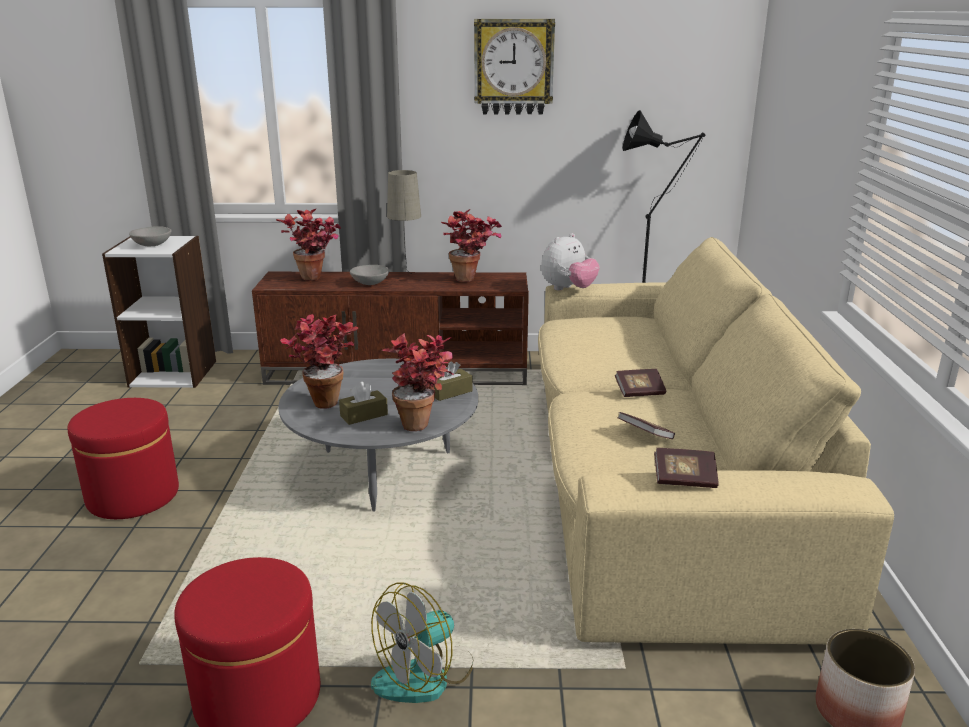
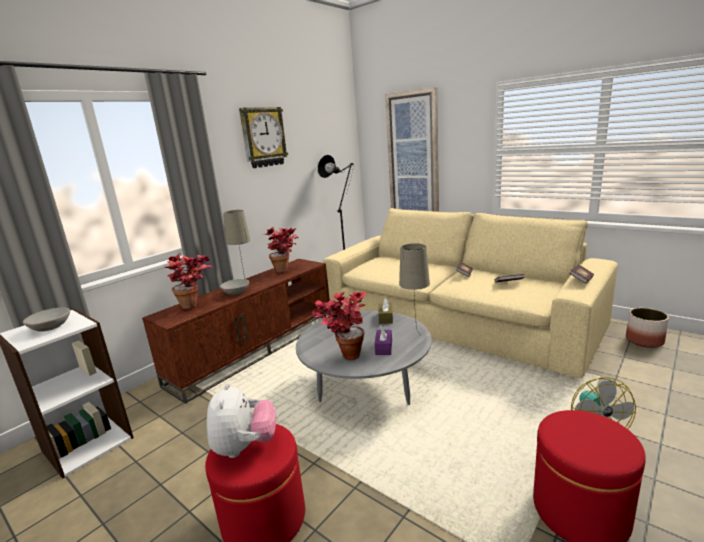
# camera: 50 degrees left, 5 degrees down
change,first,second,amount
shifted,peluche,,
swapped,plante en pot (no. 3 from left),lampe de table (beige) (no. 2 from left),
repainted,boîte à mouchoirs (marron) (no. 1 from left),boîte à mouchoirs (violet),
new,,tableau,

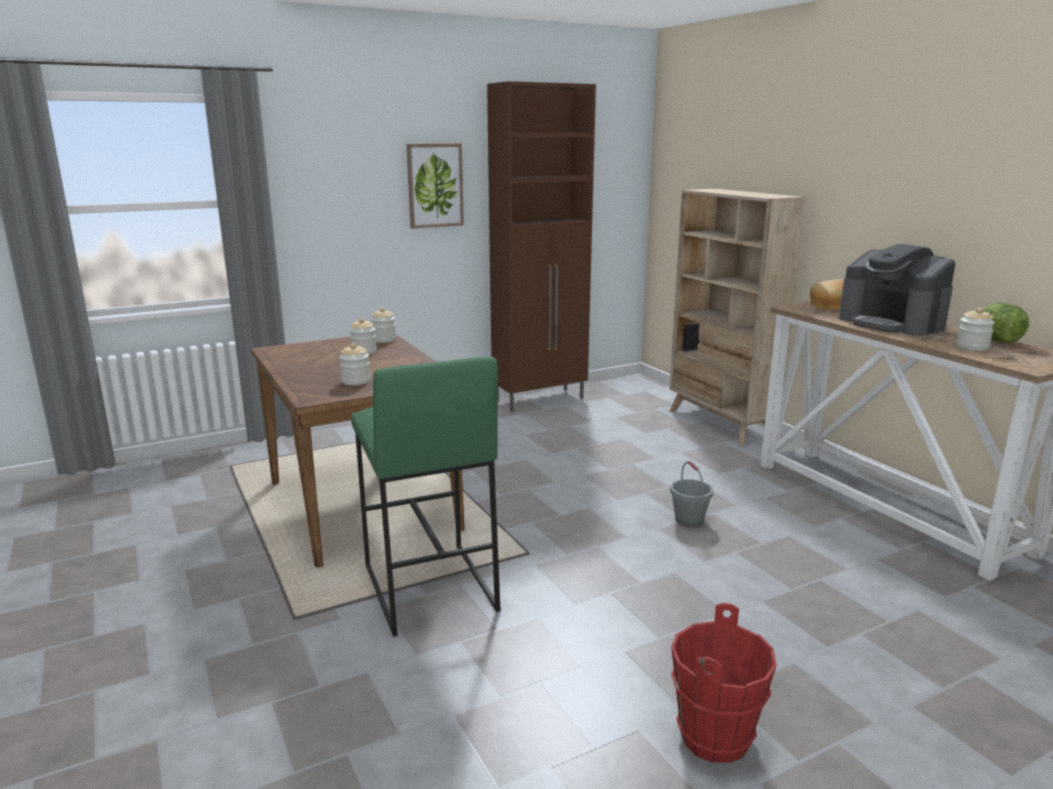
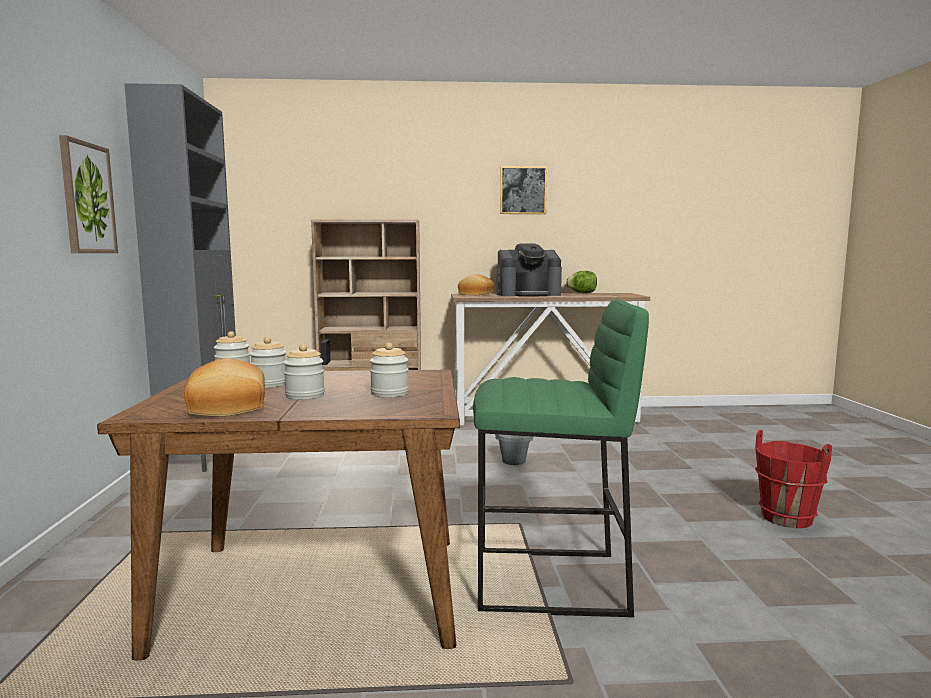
# camera: 65 degrees left, 10 degrees down
change,first,second,amount
repainted,meuble de rangement (marron),meuble de rangement (gris),
shifted,bocal (no. 4 from left in the first image),bocal (no. 3 from left),
new,,tableau (no. 2 from left),
new,,pain (no. 1 from left),

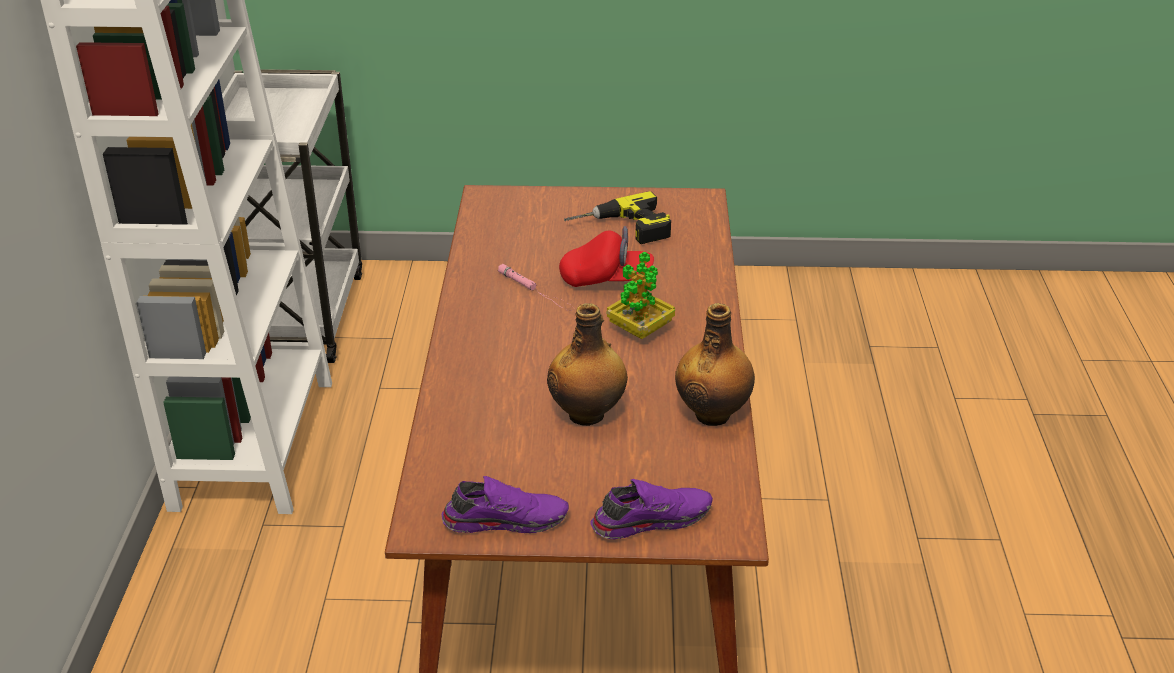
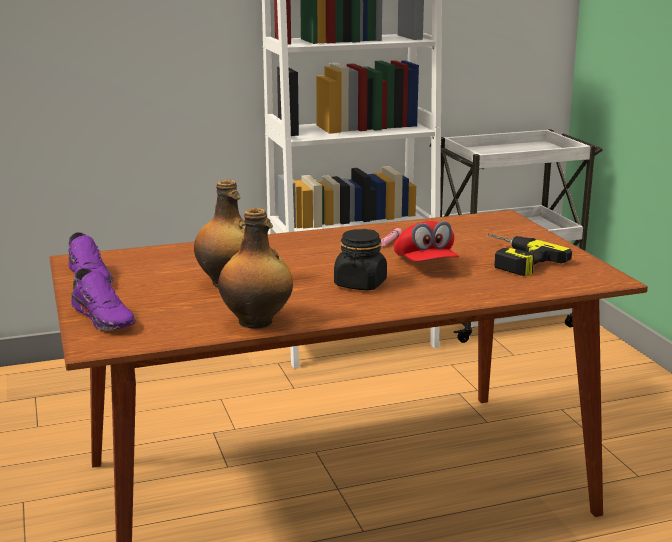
# camera: 70 degrees right, 15 degrees down
change,first,second,amount
swapped,plante en pot,bocal (noir),

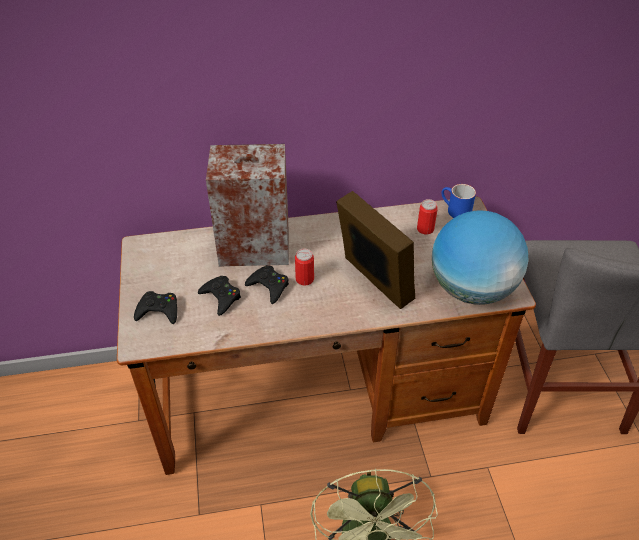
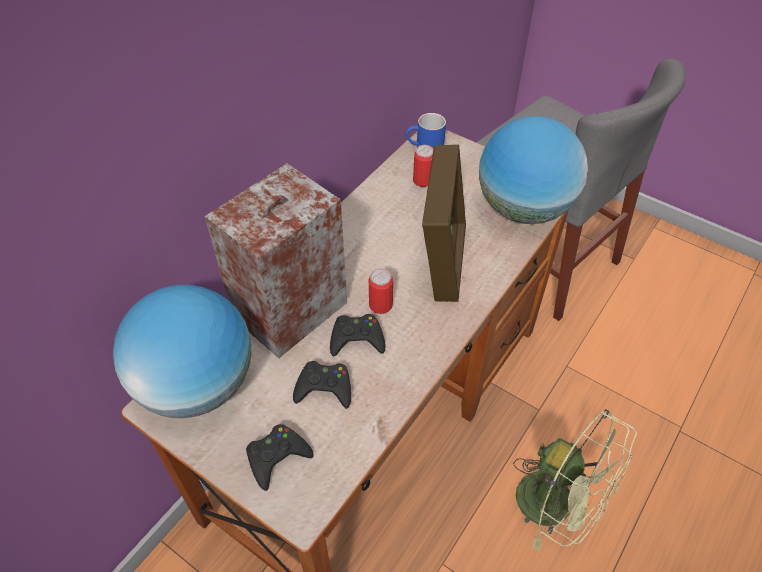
# camera: 45 degrees left, 5 degrees up
change,first,second,amount
rotated,cadre photo,,90 degrees clockwise
new,,globe (no. 1 from left),

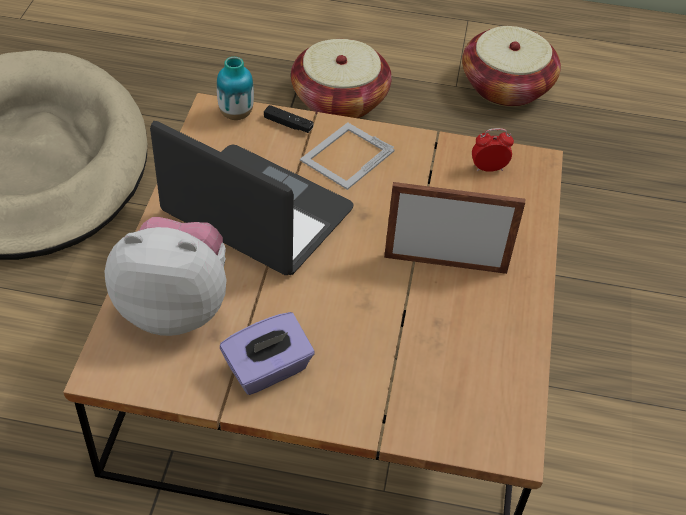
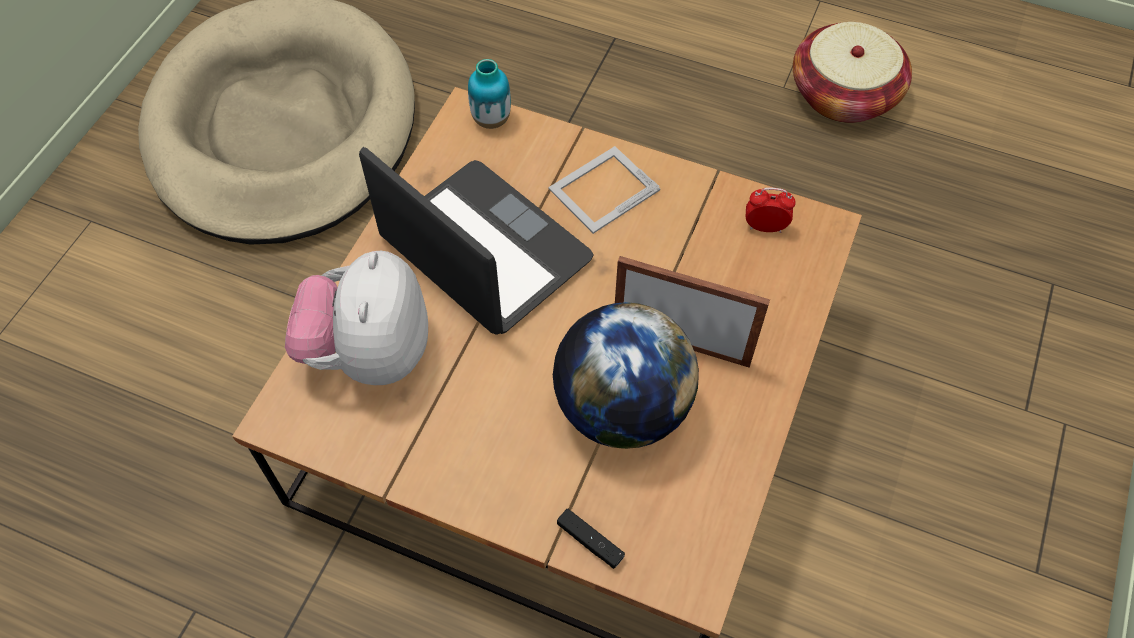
# camera: 15 degrees right, 10 degrees up
change,first,second,amount
gone,panier (no. 1 from left),,
shifted,manette (noir),,
rotated,peluche,,105 degrees counterclockwise
gone,boîte à mouchoirs (violet),,
new,,globe,

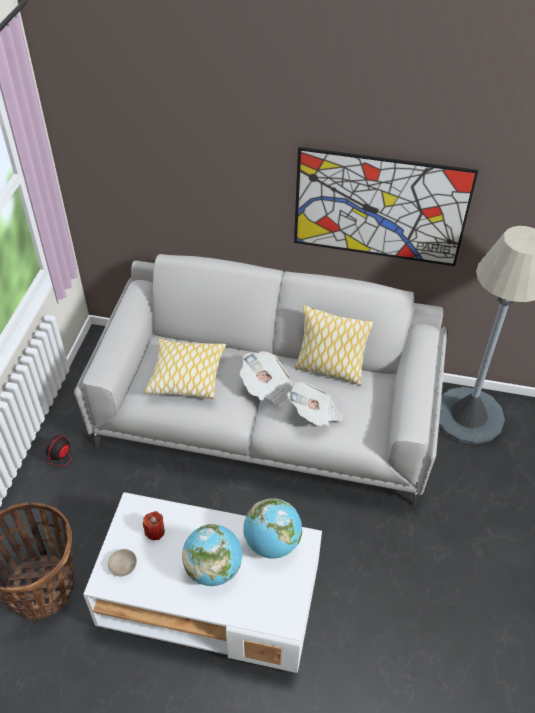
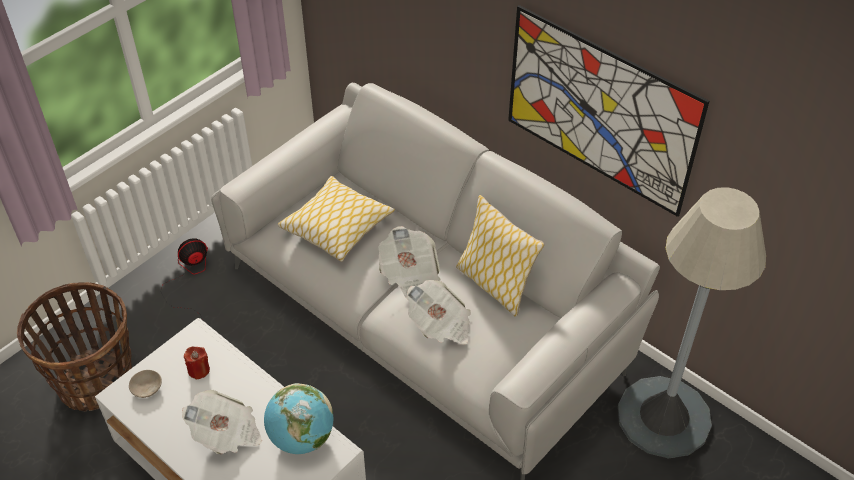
# camera: 30 degrees right, 0 degrees up
change,first,second,amount
swapped,globe (no. 1 from left),journal (no. 1 from left),

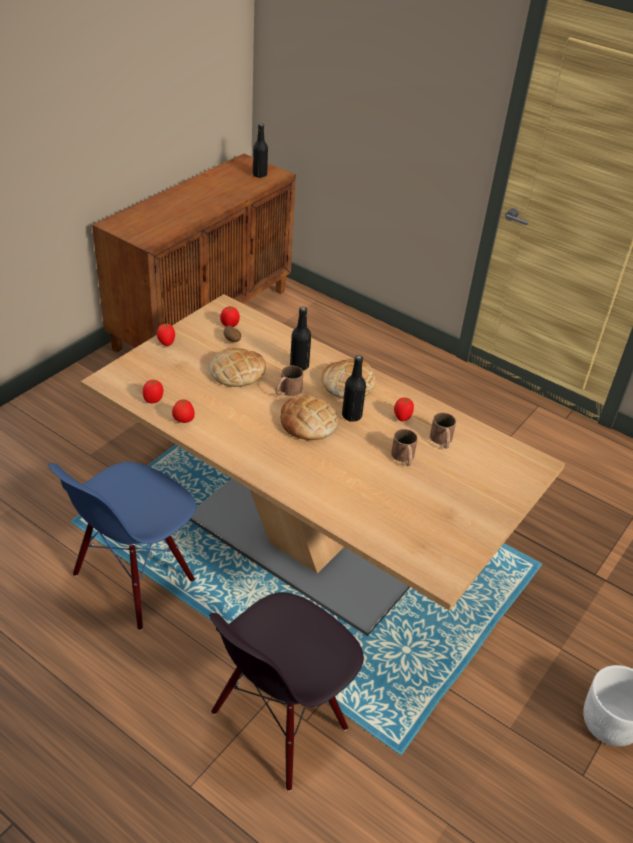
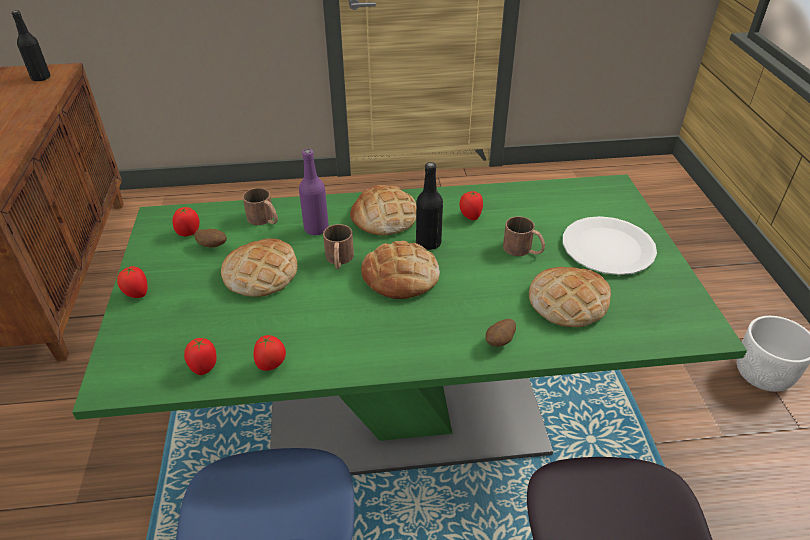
# camera: 40 degrees left, 0 degrees up
change,first,second,amount
repainted,table à manger (beige),table à manger (vert),
repainted,bouteille (noir) (no. 2 from left),bouteille (violet),
shifted,mug (marron) (no. 3 from left in the first image),mug (marron) (no. 1 from left),
new,,assiette (blanc),
new,,pain (no. 4 from left),
new,,pomme de terre (no. 2 from left),

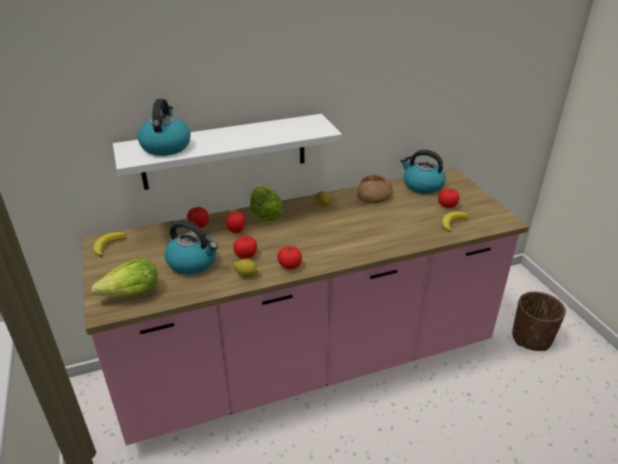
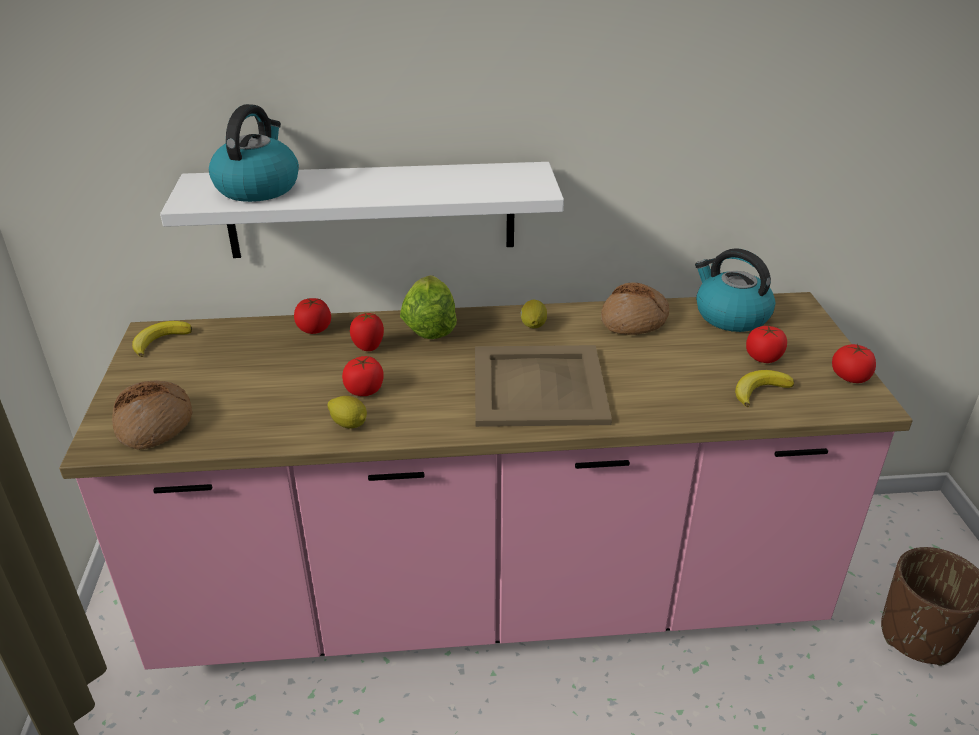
# camera: 15 degrees right, 0 degrees up
change,first,second,amount
gone,bouilloire (no. 2 from left),,
shifted,tomate (no. 4 from left in the first image),tomate (no. 5 from left),
swapped,laitue (no. 1 from left),pain (no. 1 from left),
new,,plateau (beige),

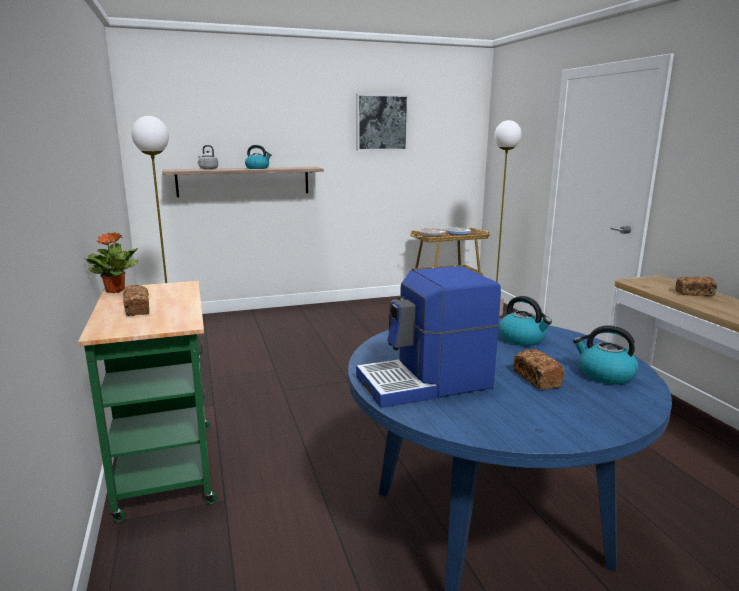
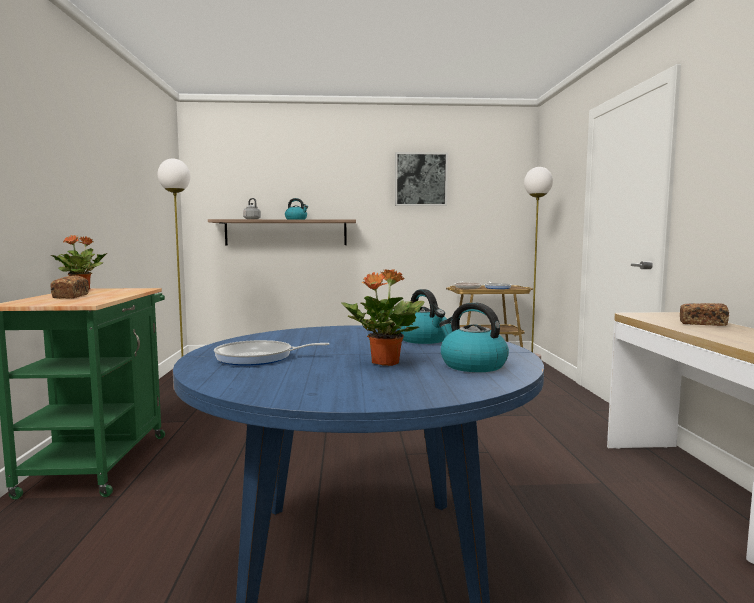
# camera: 15 degrees right, 10 degrees down
change,first,second,amount
swapped,machine à café,poêle (no. 1 from left),
swapped,pain (no. 2 from left),plante en pot (no. 2 from left),

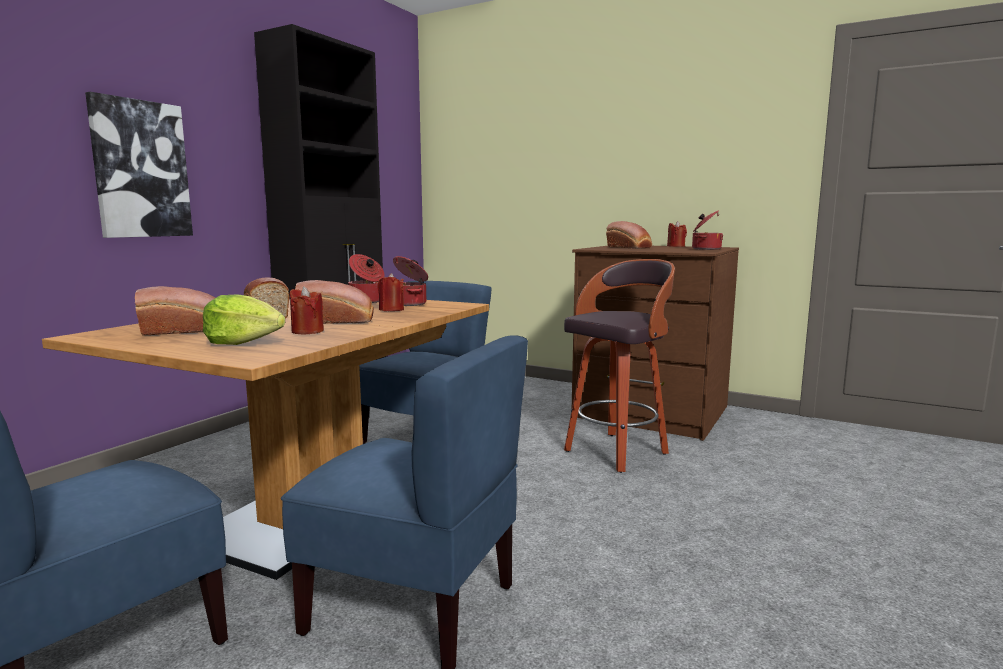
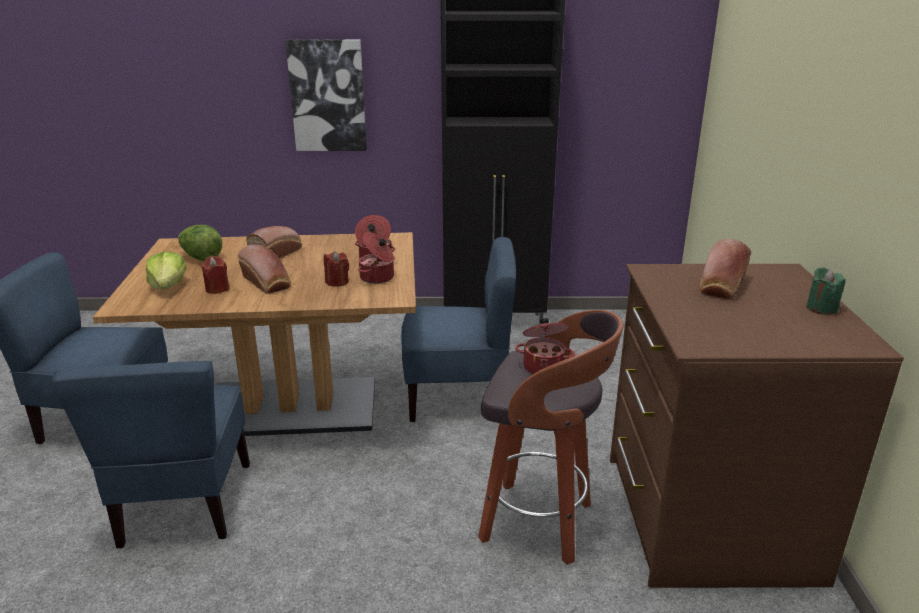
# camera: 60 degrees right, 15 degrees up
change,first,second,amount
shifted,marmite (no. 3 from left),,
repainted,bougie (rouge) (no. 3 from left),bougie (vert),
swapped,pain (no. 1 from left),laitue (no. 2 from left),

